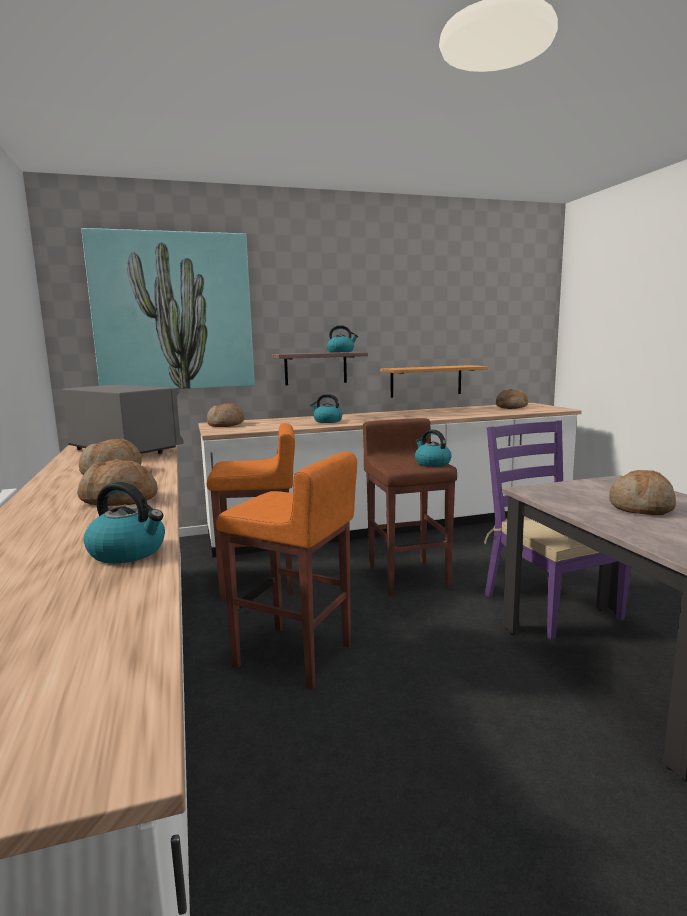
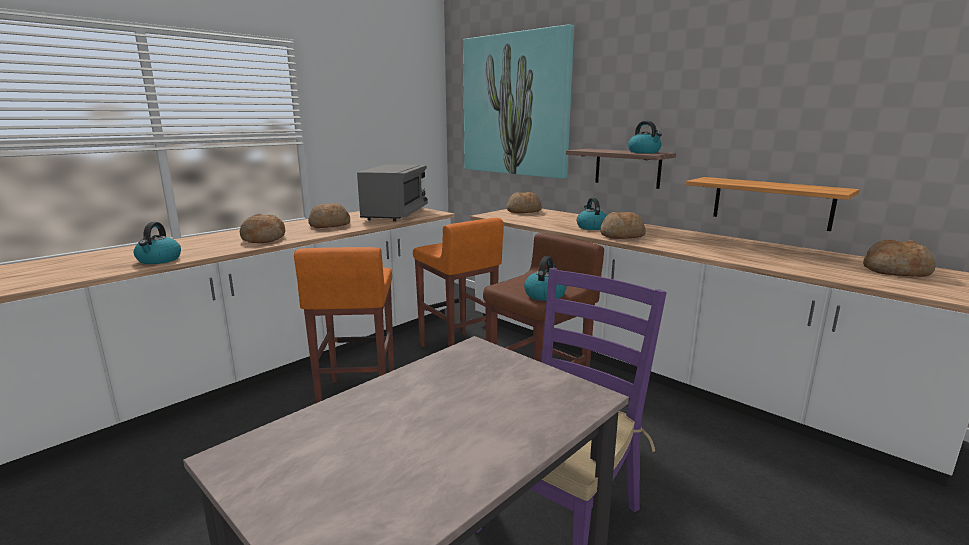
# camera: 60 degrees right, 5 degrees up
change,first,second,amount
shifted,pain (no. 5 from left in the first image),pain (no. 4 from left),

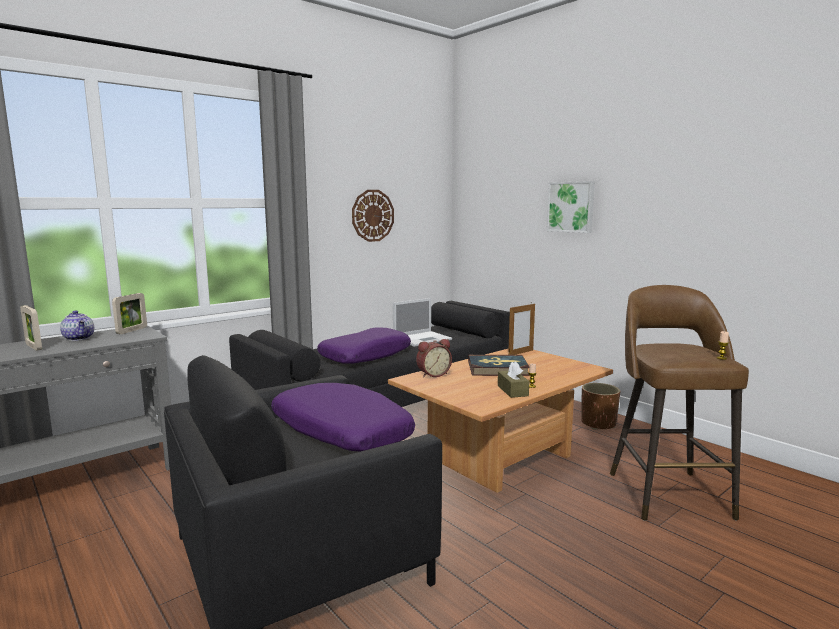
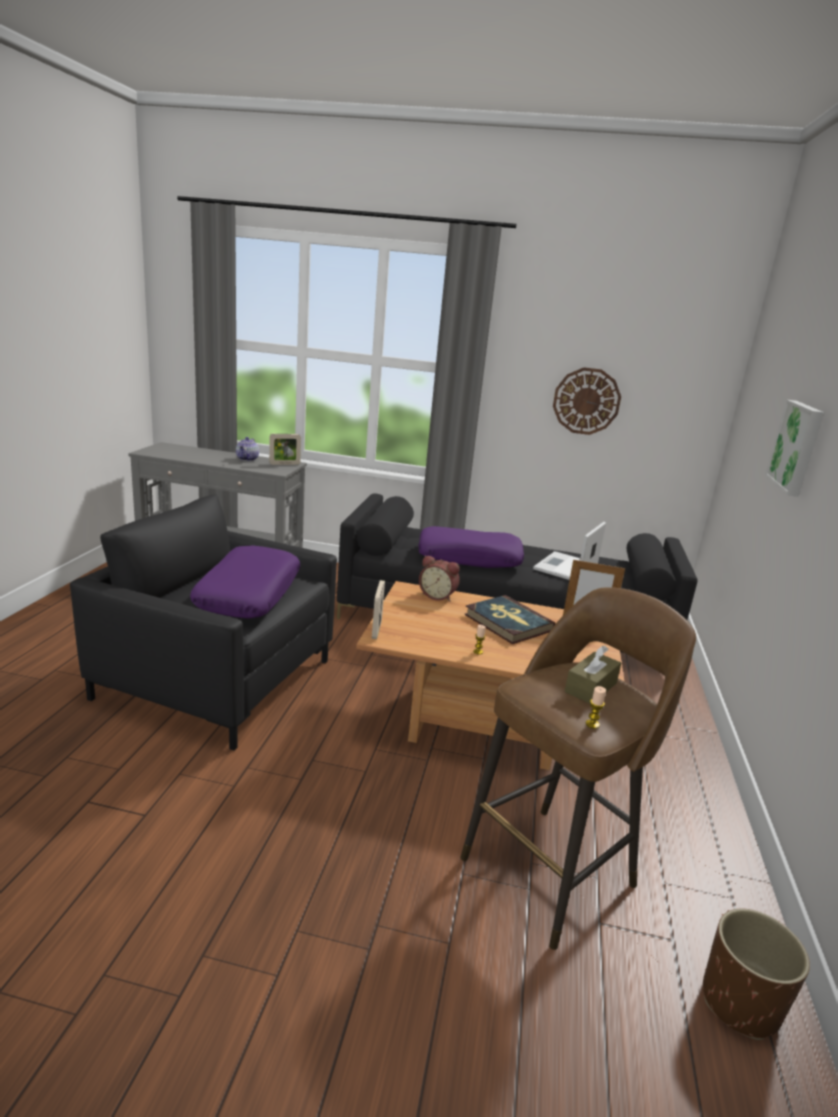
# camera: 50 degrees right, 10 degrees up
change,first,second,amount
rotated,ordinateur portable,,105 degrees clockwise
shifted,cadre photo (no. 1 from left in the first image),cadre photo (no. 2 from left),
shifted,boîte à mouchoirs (marron),,
shifted,cache-pot (marron),,

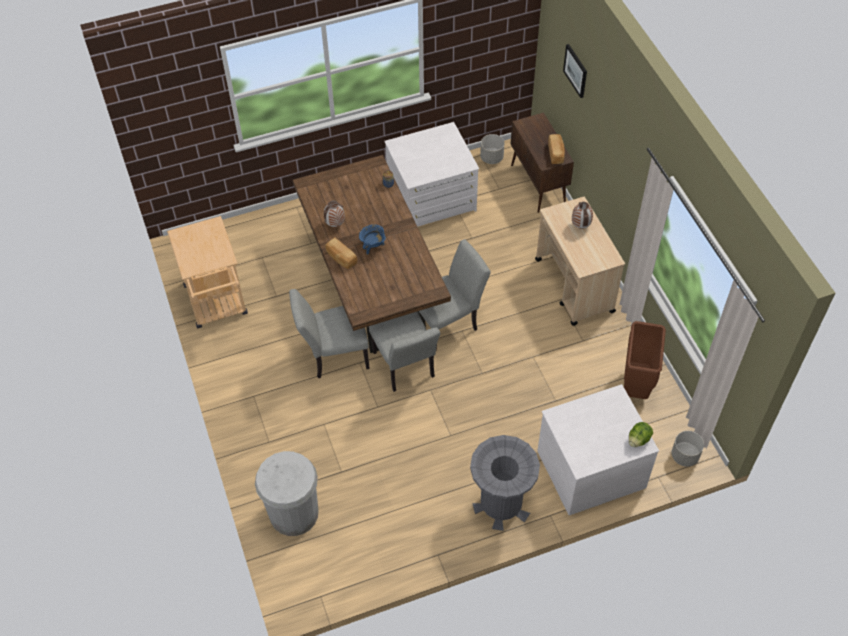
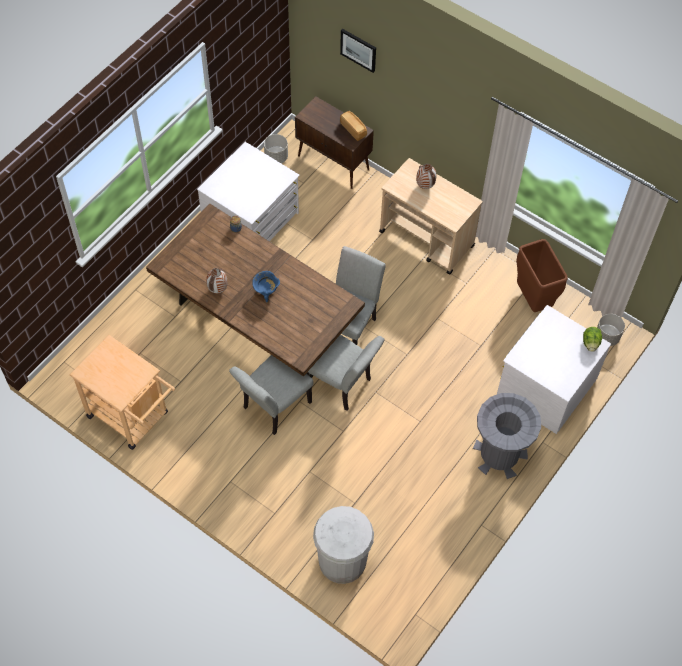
# camera: 35 degrees left, 5 degrees up
change,first,second,amount
gone,pain (no. 1 from left),,

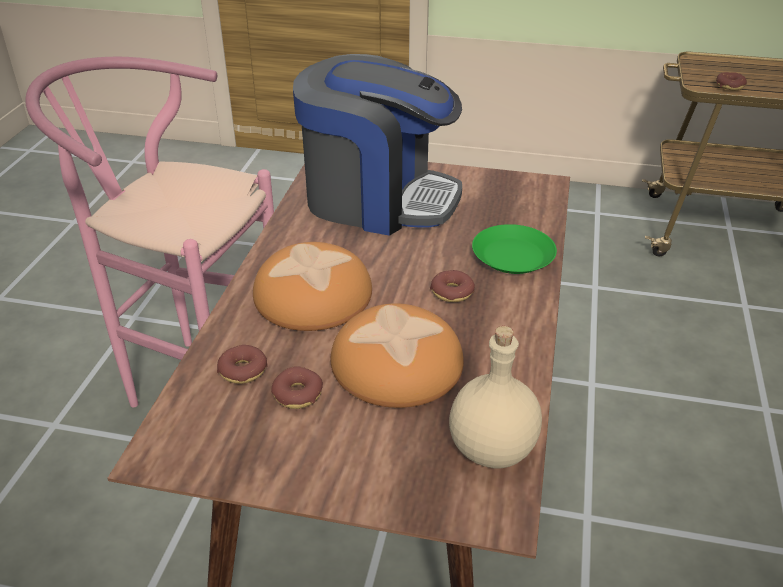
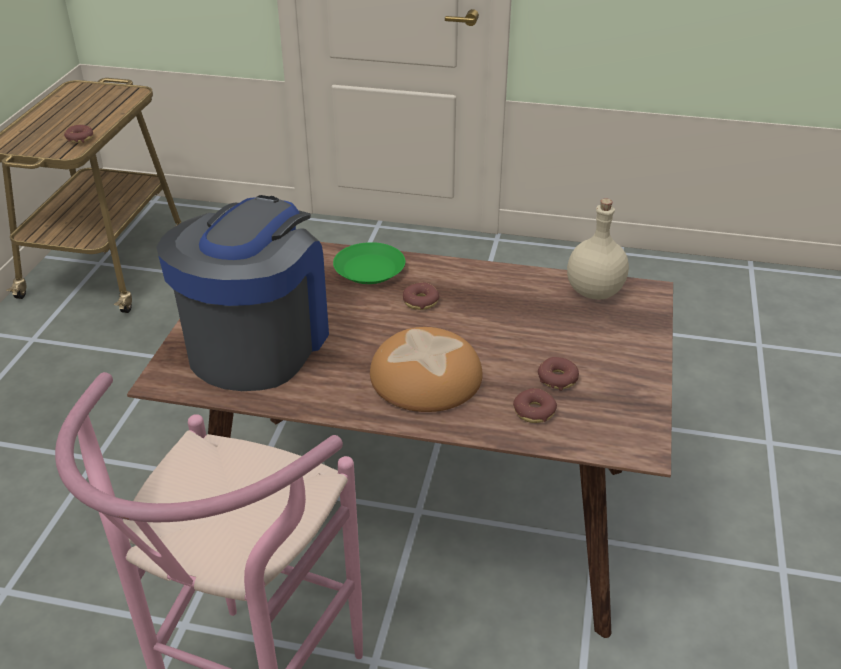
# camera: 90 degrees left, 0 degrees up
change,first,second,amount
gone,pain (no. 2 from left),,

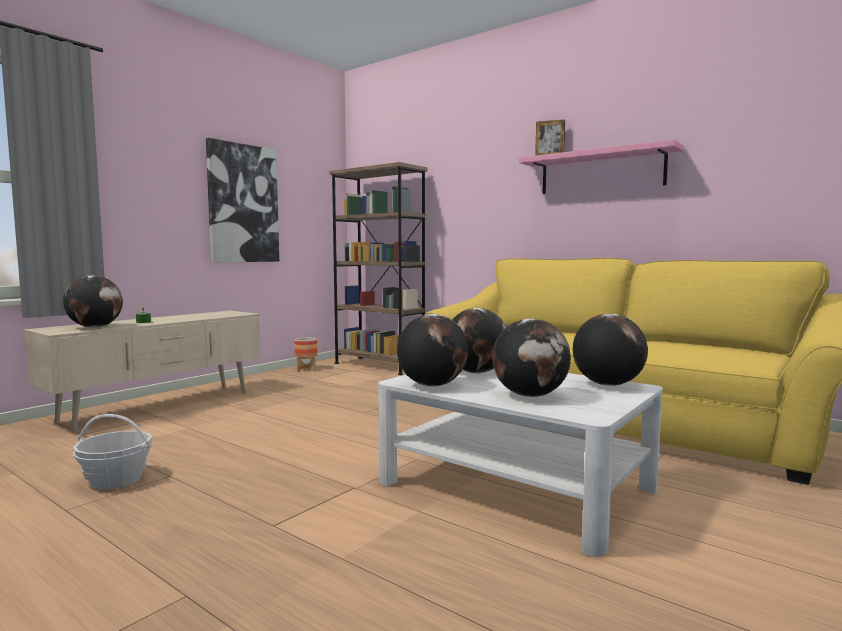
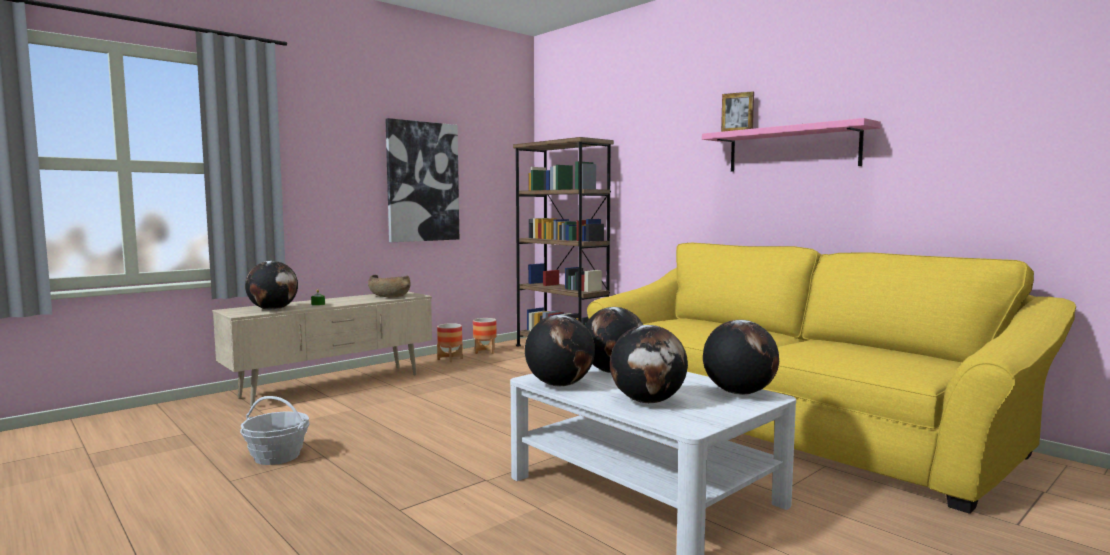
# camera: 10 degrees right, 0 degrees up
change,first,second,amount
new,,bol (marron),
new,,cache-pot (no. 1 from left),

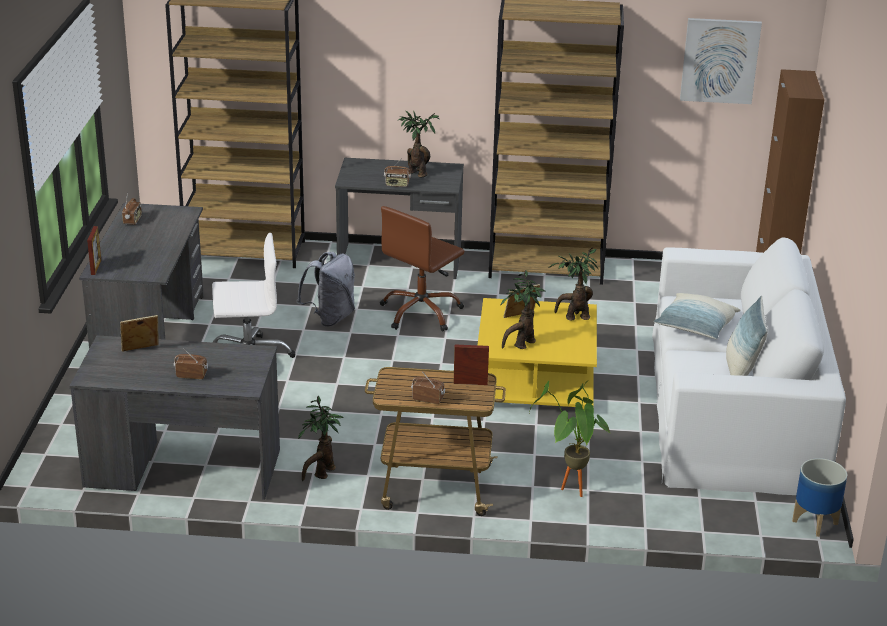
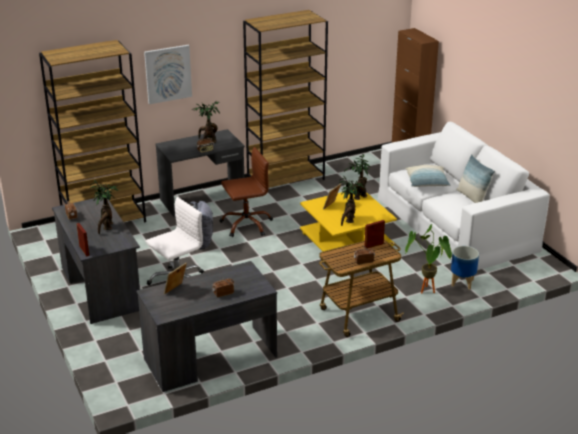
# camera: 30 degrees left, 0 degrees up
change,first,second,amount
shifted,tableau,,
rotated,chaise de bureau (marron),,120 degrees counterclockwise
shifted,plante en pot (no. 1 from left),,
shifted,cache-pot,,

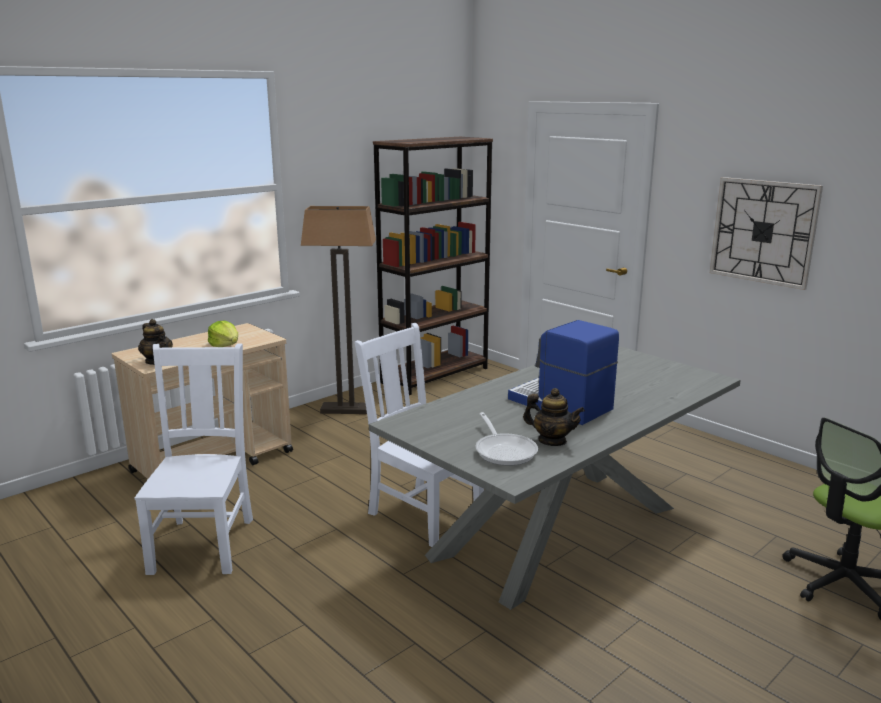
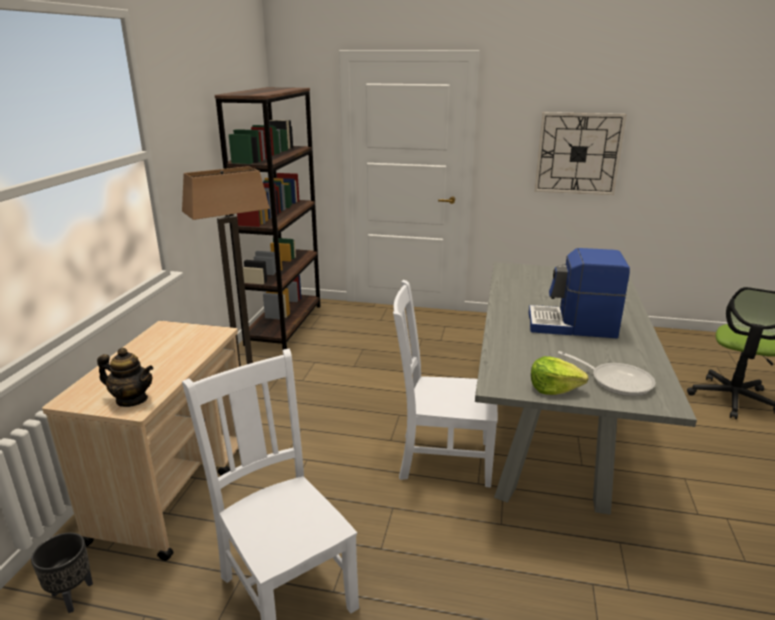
# camera: 35 degrees left, 5 degrees up
change,first,second,amount
shifted,laitue,,
gone,théière (no. 2 from left),,
new,,cache-pot (noir),

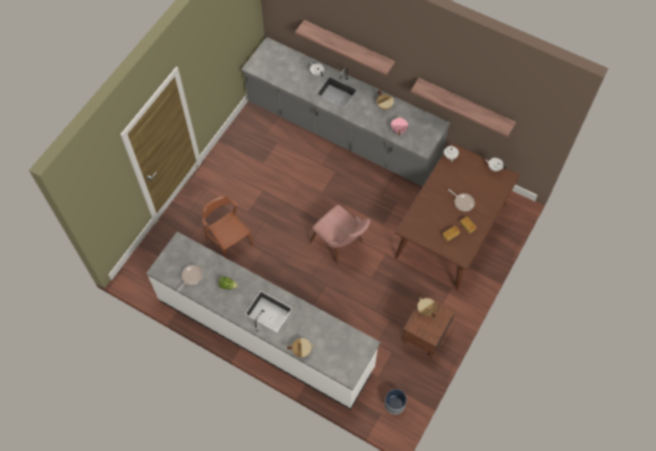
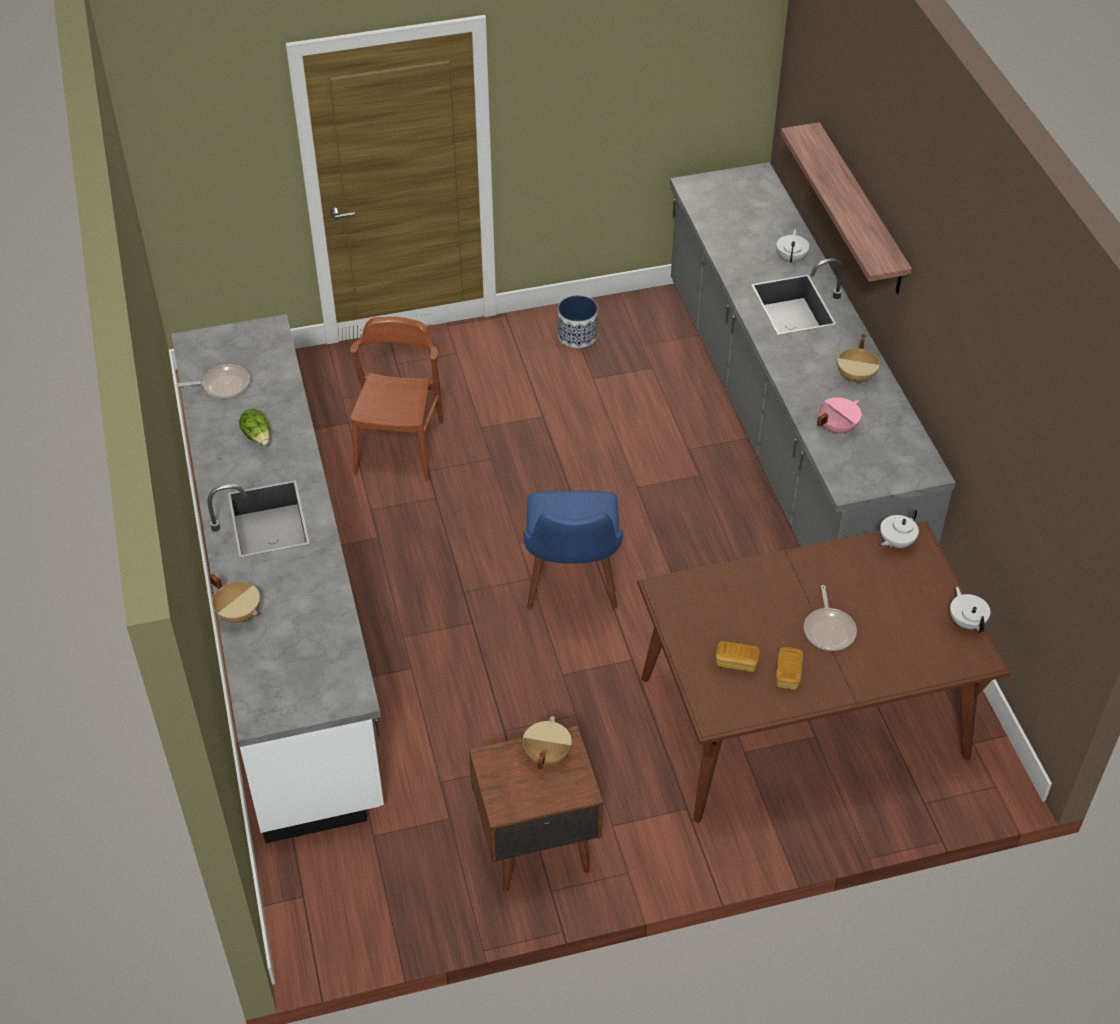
# camera: 45 degrees right, 15 degrees down
change,first,second,amount
gone,étagère (no. 2 from left),,
repainted,chaise (rose),chaise (bleu),
shifted,cache-pot,,

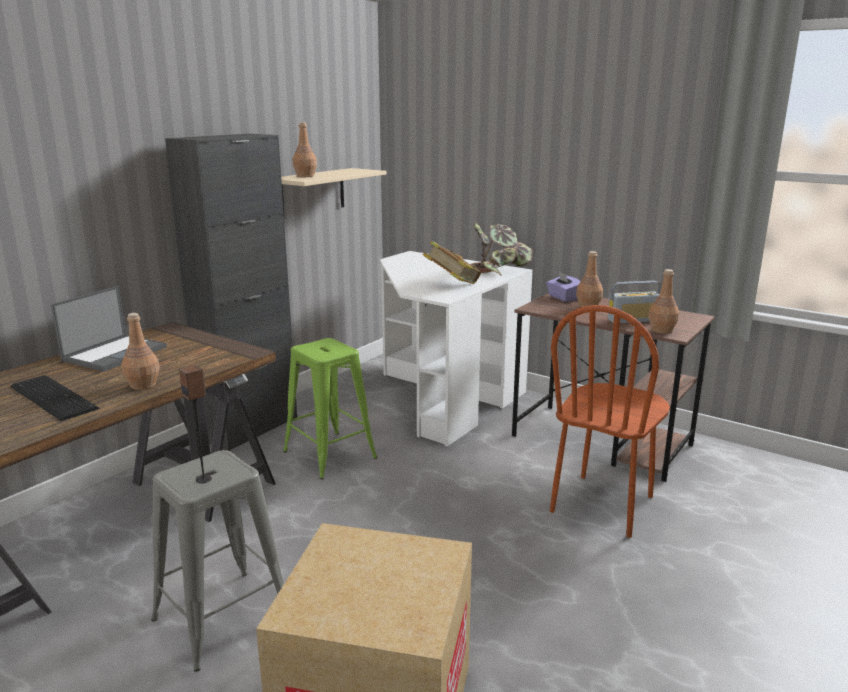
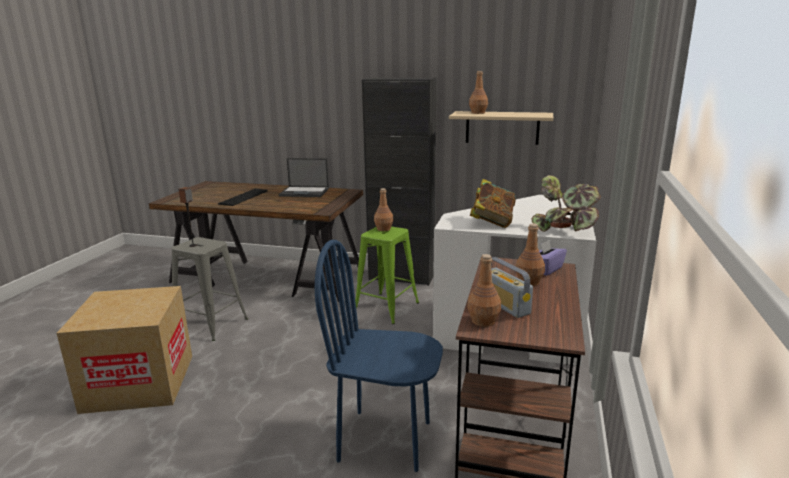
# camera: 70 degrees right, 0 degrees up
change,first,second,amount
repainted,chaise (marron),chaise (bleu),
shifted,bouteille (marron) (no. 1 from left),,

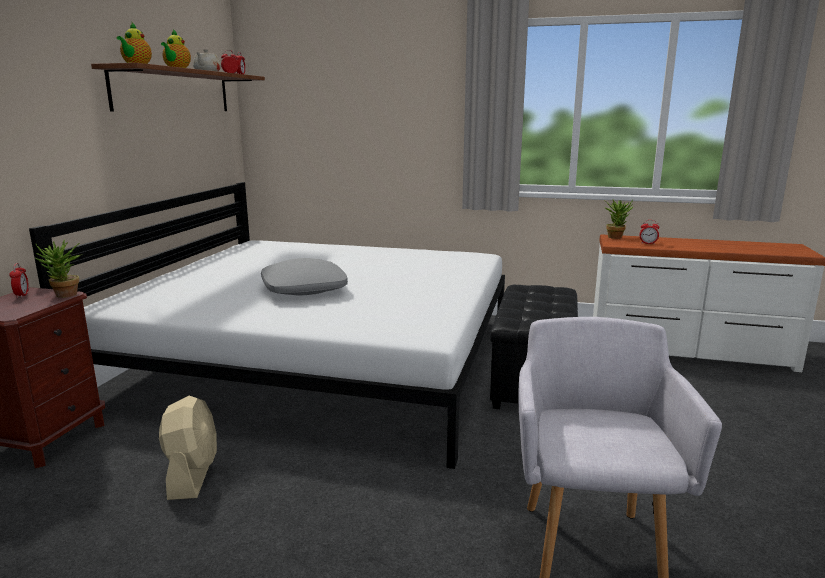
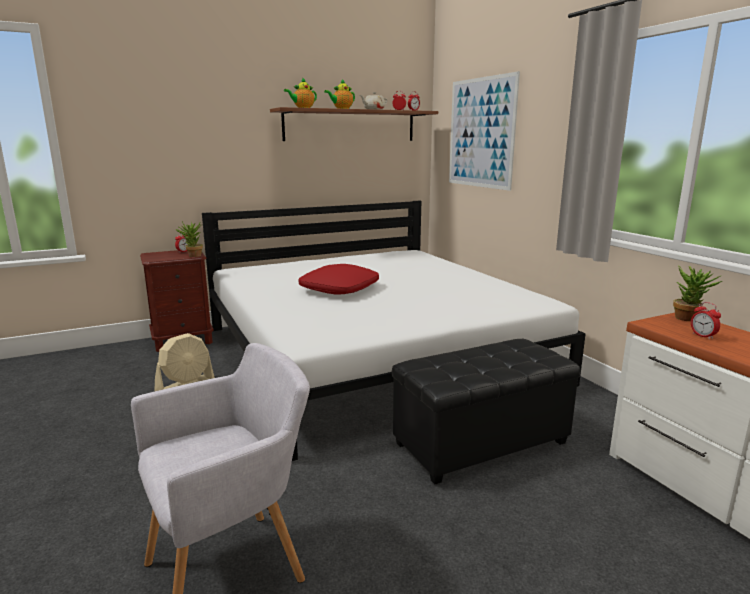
# camera: 50 degrees right, 0 degrees up
change,first,second,amount
repainted,coussin (gris),coussin (rouge),
new,,tableau,

